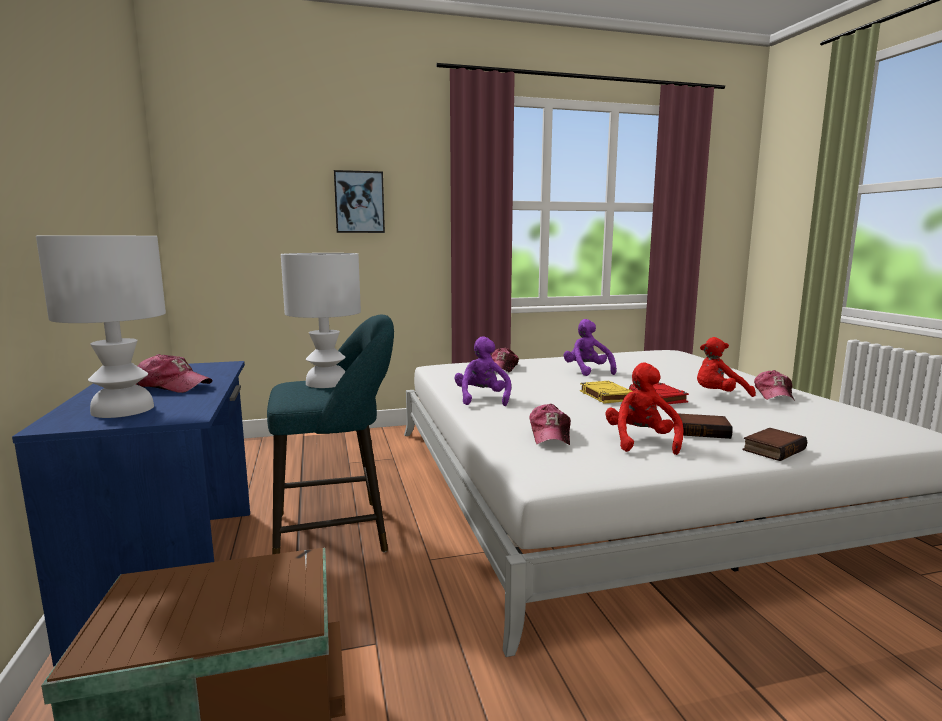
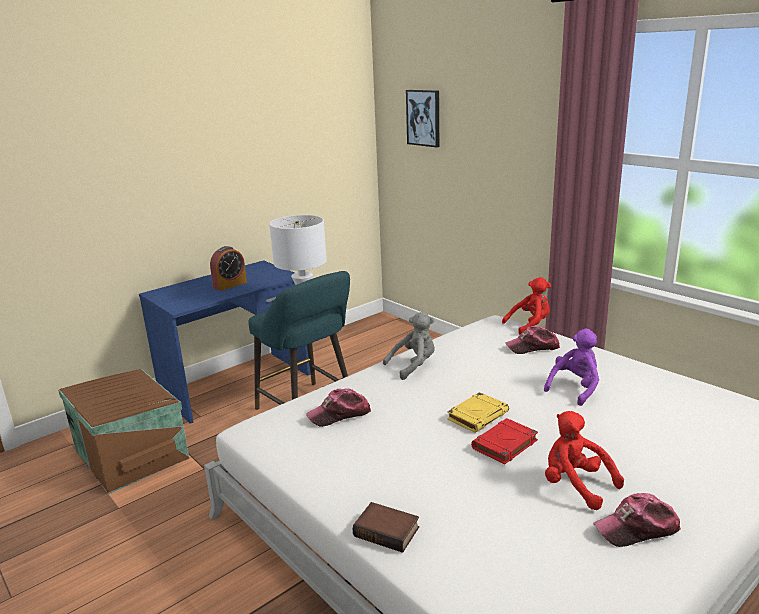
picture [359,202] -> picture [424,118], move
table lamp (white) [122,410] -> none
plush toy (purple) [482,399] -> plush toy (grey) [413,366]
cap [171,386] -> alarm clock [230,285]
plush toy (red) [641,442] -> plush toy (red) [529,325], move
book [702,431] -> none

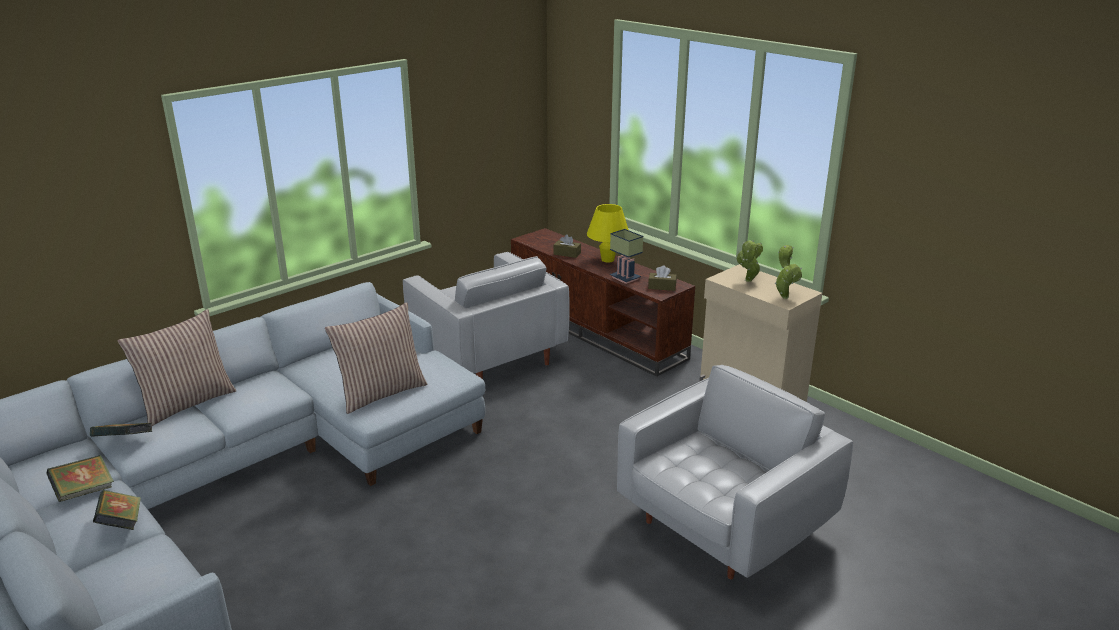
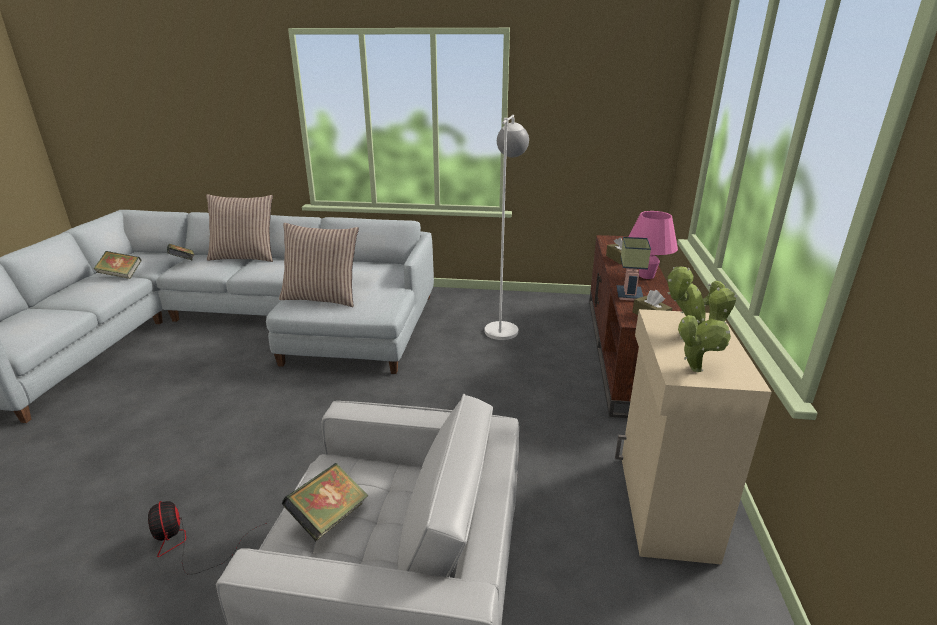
table lamp (yellow) [607,260] -> table lamp (pink) [646,276]
armchair (white) [486,355] -> floor lamp (white) [503,326]
book [121,524] -> book [329,517], move
none -> fan [188,544]

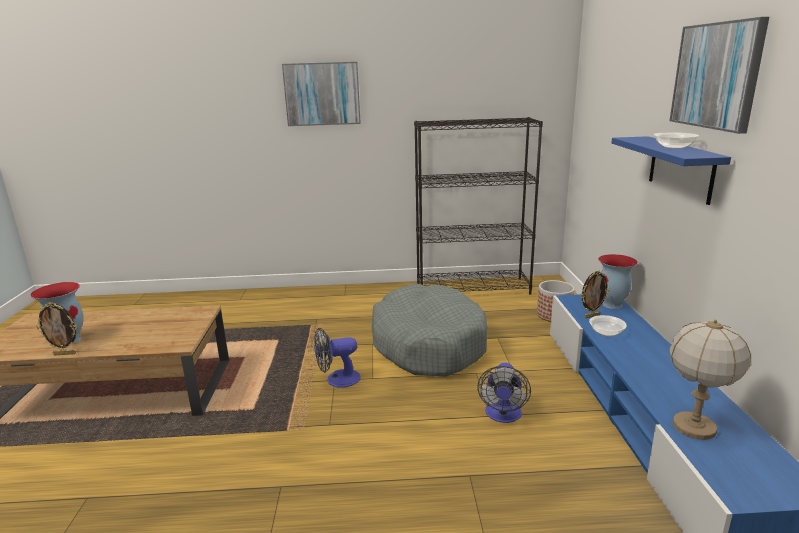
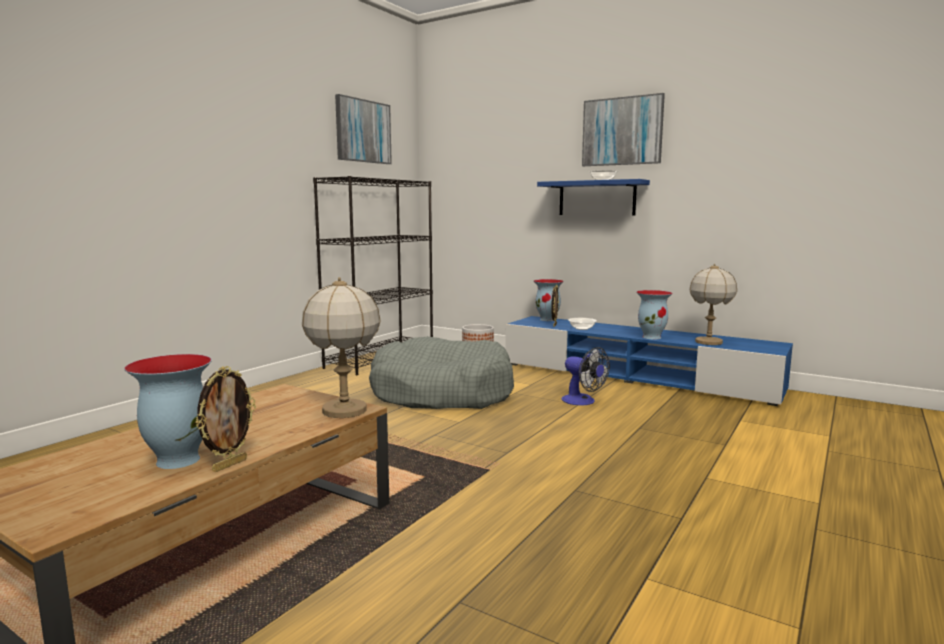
picture [322,94] -> picture [363,131], move
fan [337,379] -> none
none -> table lamp [344,411]
none -> vase [652,337]

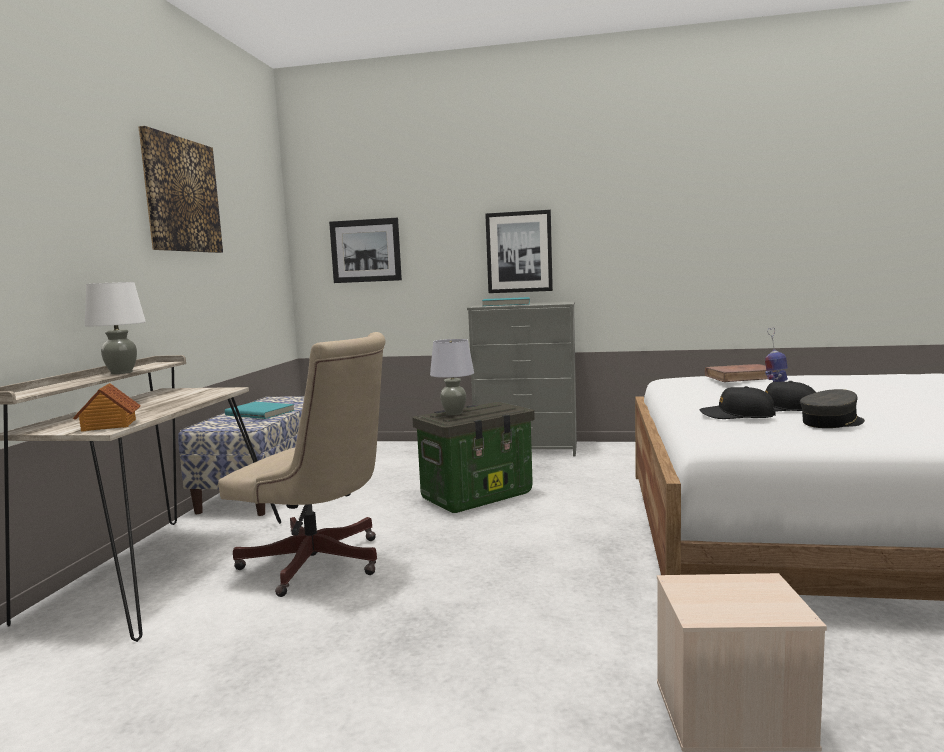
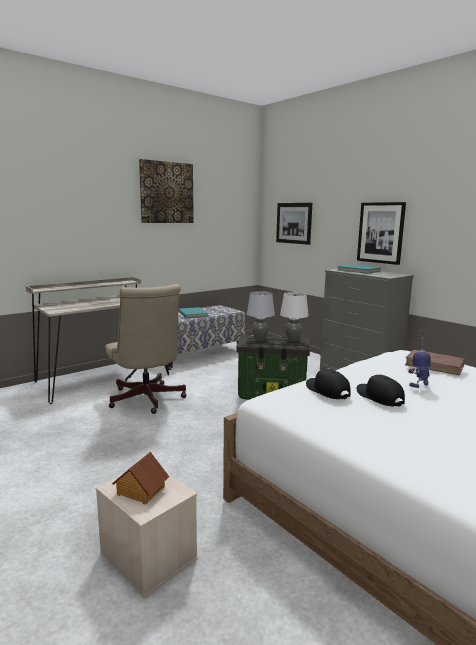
table lamp (white) [121,372] -> table lamp (white) [293,340], move
toy house [109,425] -> toy house [140,490], move
cap (grey) [831,422] -> none

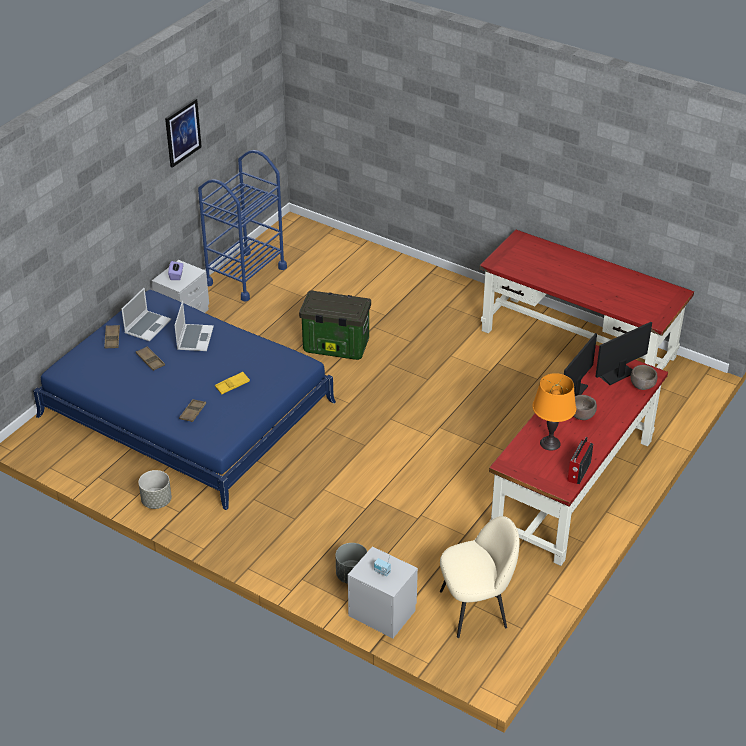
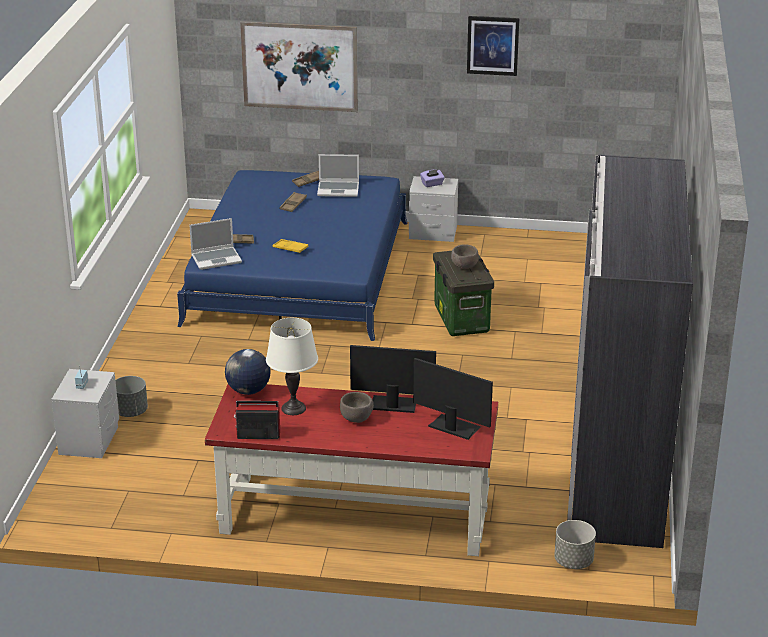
cart (blue) [245,276] -> none
desk (red) [578,343] -> wardrobe (grey) [617,466]
laptop [194,338] -> laptop [217,259], move
bowl (brown) [642,386] -> bowl (brown) [464,266], move
table lamp (orange) [550,443] -> table lamp (white) [293,408]
planter (grey) [156,501] -> planter (grey) [573,561], move
chair (beige) [475,608] -> none
none -> picture [299,66]
none -> globe [248,390]

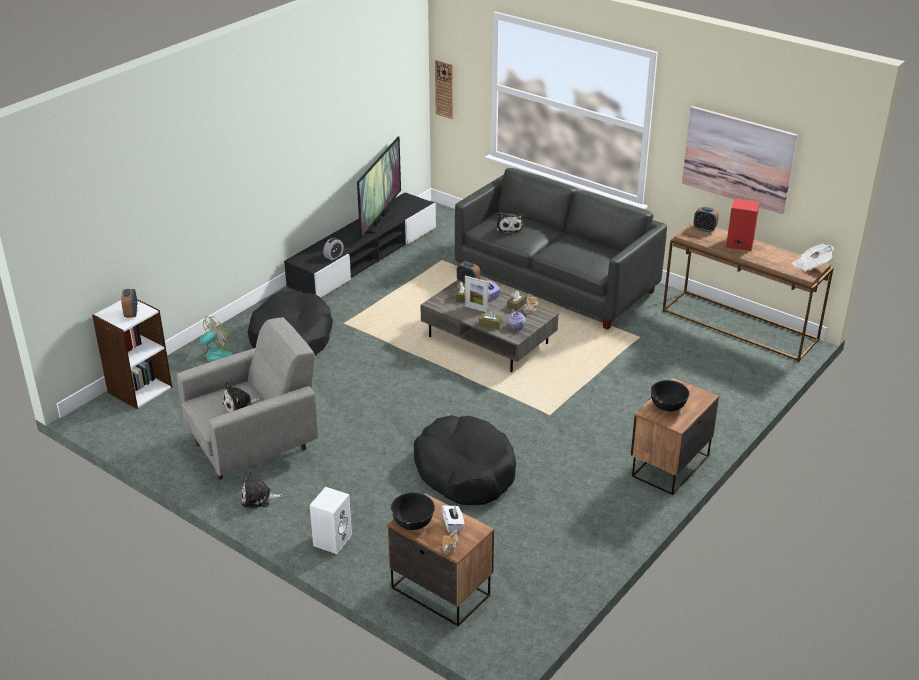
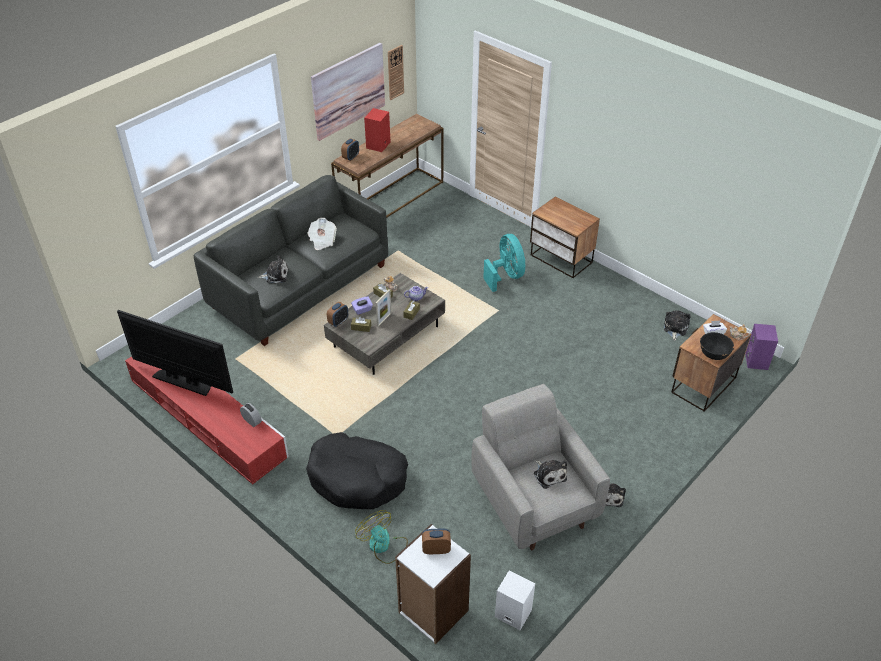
wall clock [444,89] -> wall clock [395,72], move
tv stand (black) [364,257] -> tv stand (red) [207,418]
newspaper [811,265] -> newspaper [322,240], move
bowl (black) [668,406] -> none
dog bed (black) [465,471] -> none
speaker (white) [332,539] -> speaker (white) [512,614], move
none -> fan (turquoise) [506,276]
none -> plush toy [675,328]
none -> speaker (purple) [757,361]

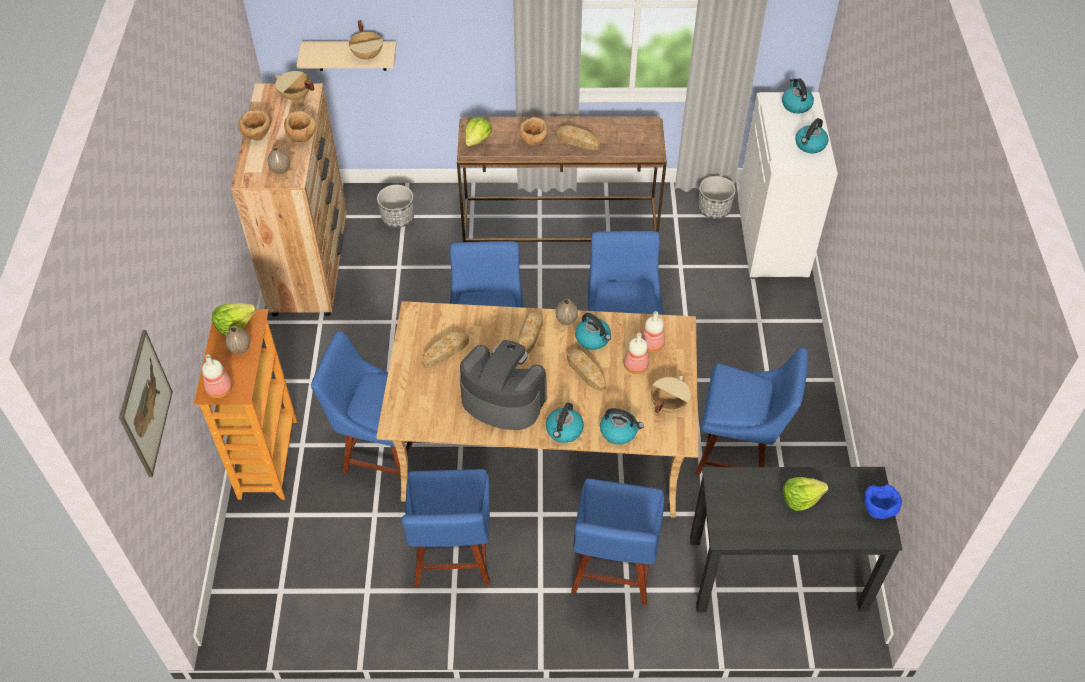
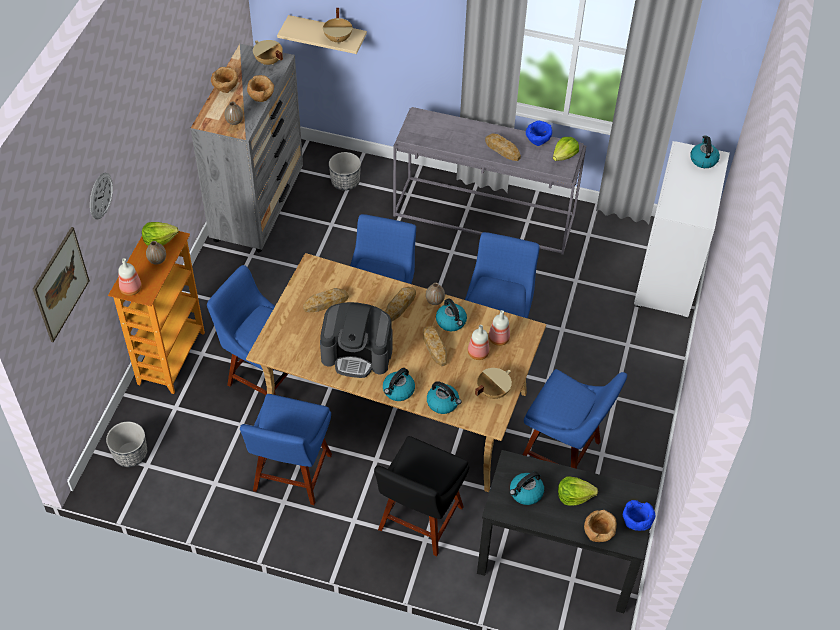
dresser (brown) [310,266] -> dresser (grey) [258,206]
console table (brown) [561,219] -> console table (grey) [485,215]
lettuce [477,140] -> lettuce [564,156], move
bowl (brown) [533,142] -> bowl (brown) [598,534], move
kettle [810,145] -> kettle [525,493], move
planter [713,209] -> planter [130,454], move
coffee machine [502,400] -> coffee machine [357,353], 150 degrees clockwise
chair (blue) [612,571] -> chair (black) [418,522]
none -> bowl (blue) [538,142]
none -> wall clock [101,196]

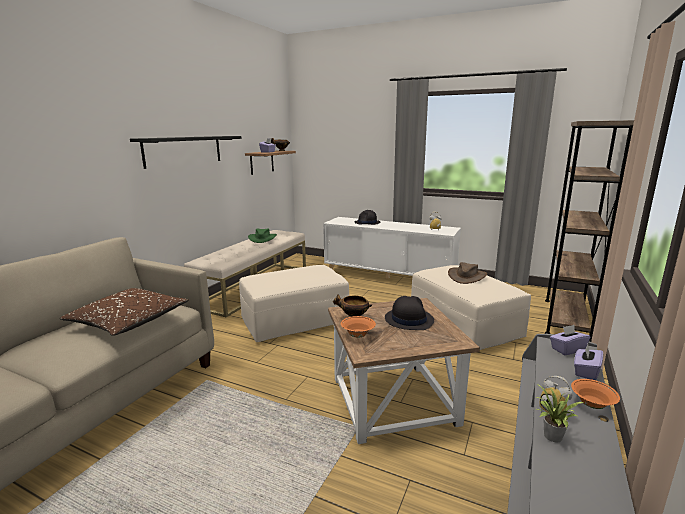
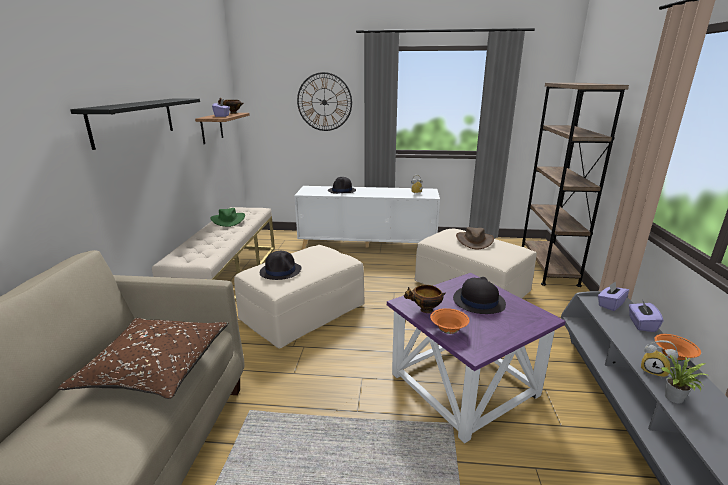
side table (brown) [392,401] -> side table (purple) [463,386]
none -> wall clock [324,102]
none -> hat (black) [281,271]

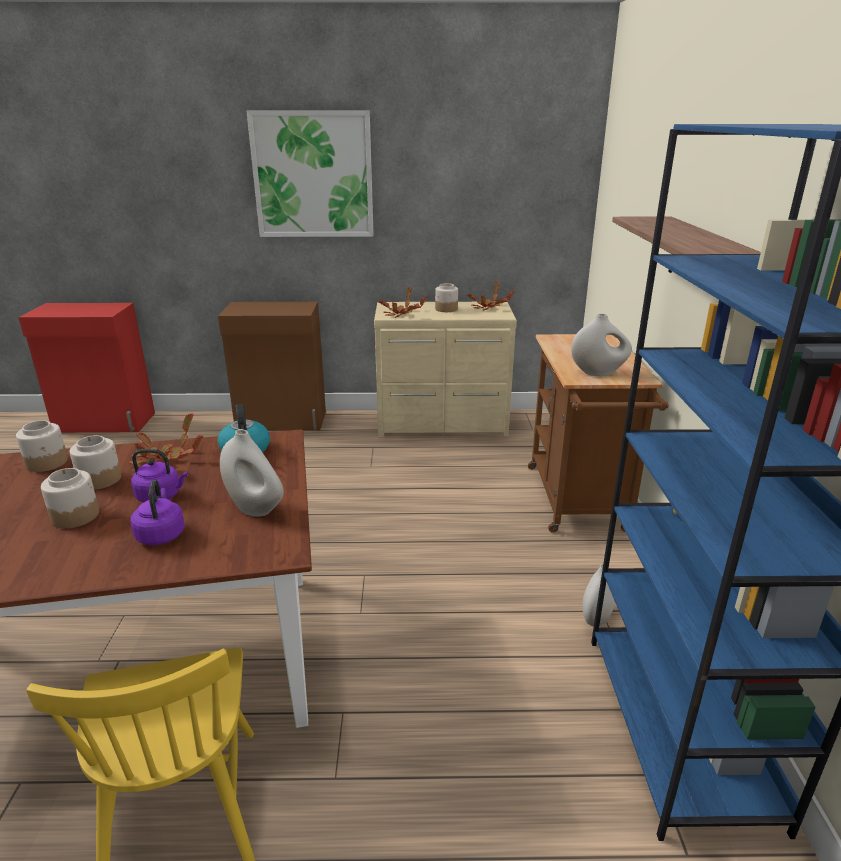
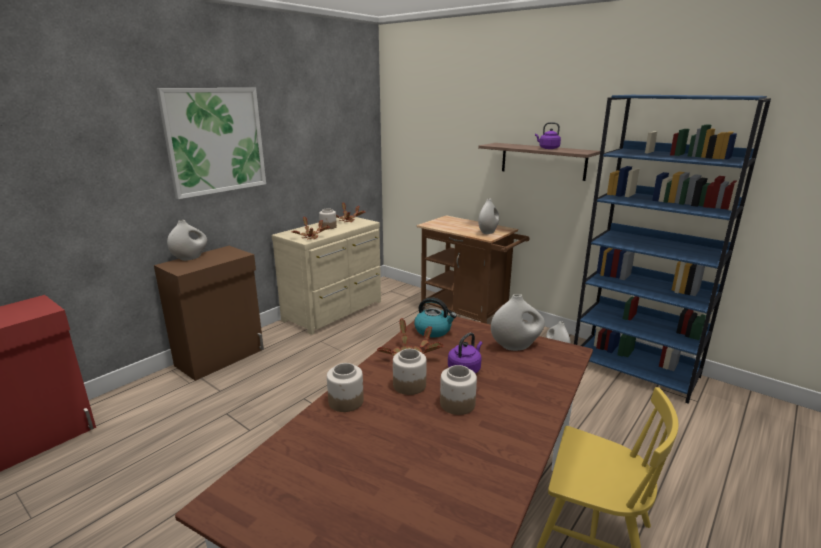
kettle (purple) [161,534] -> kettle (purple) [547,148], move
none -> vase (white) [190,258]

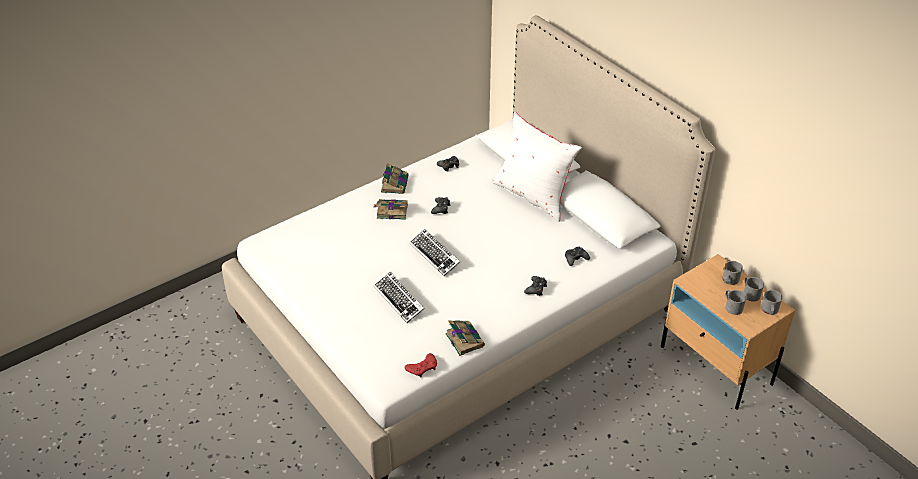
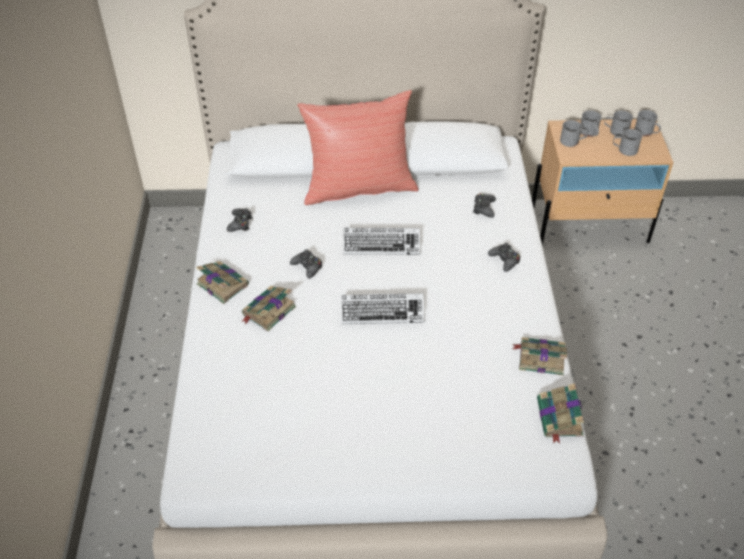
pillow (white) [533,196] -> pillow (red) [359,187]
keyboard [399,300] -> keyboard [381,245], move
game controller (red) [422,368] -> book [559,418]
none -> mug (grey) [572,141]

